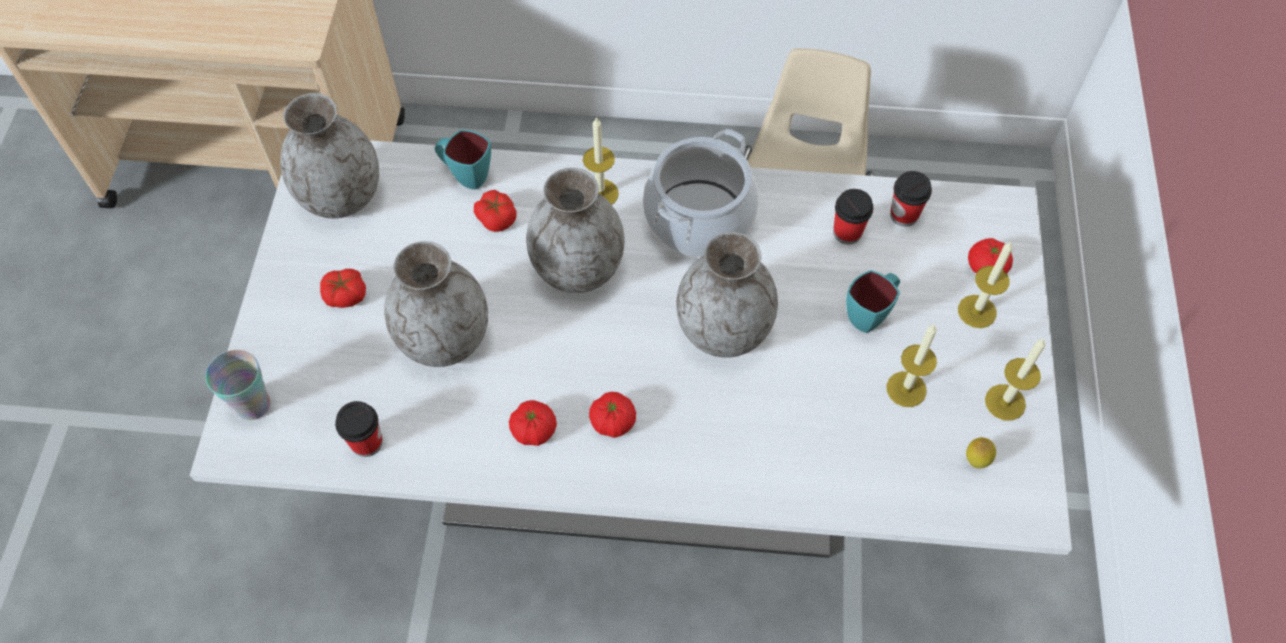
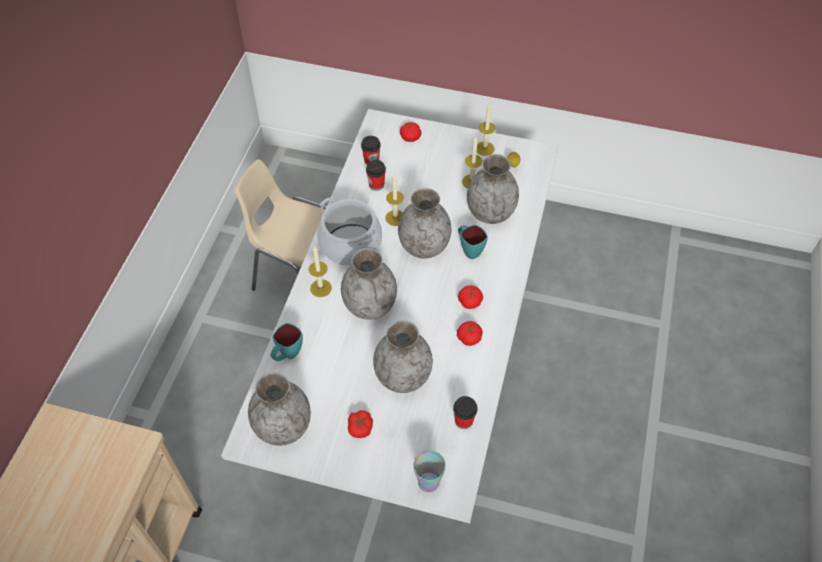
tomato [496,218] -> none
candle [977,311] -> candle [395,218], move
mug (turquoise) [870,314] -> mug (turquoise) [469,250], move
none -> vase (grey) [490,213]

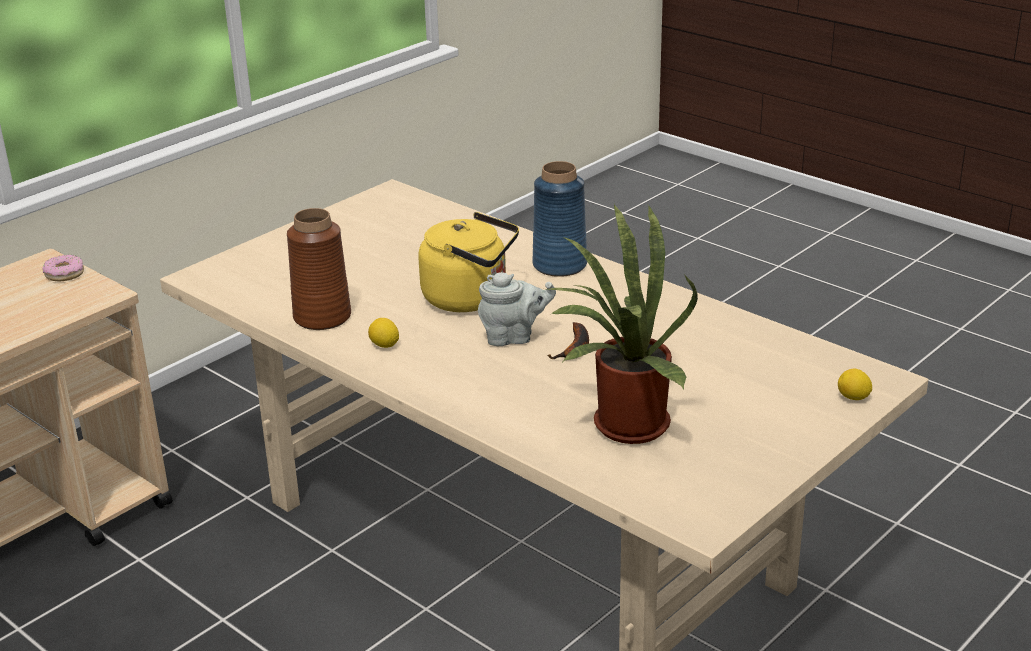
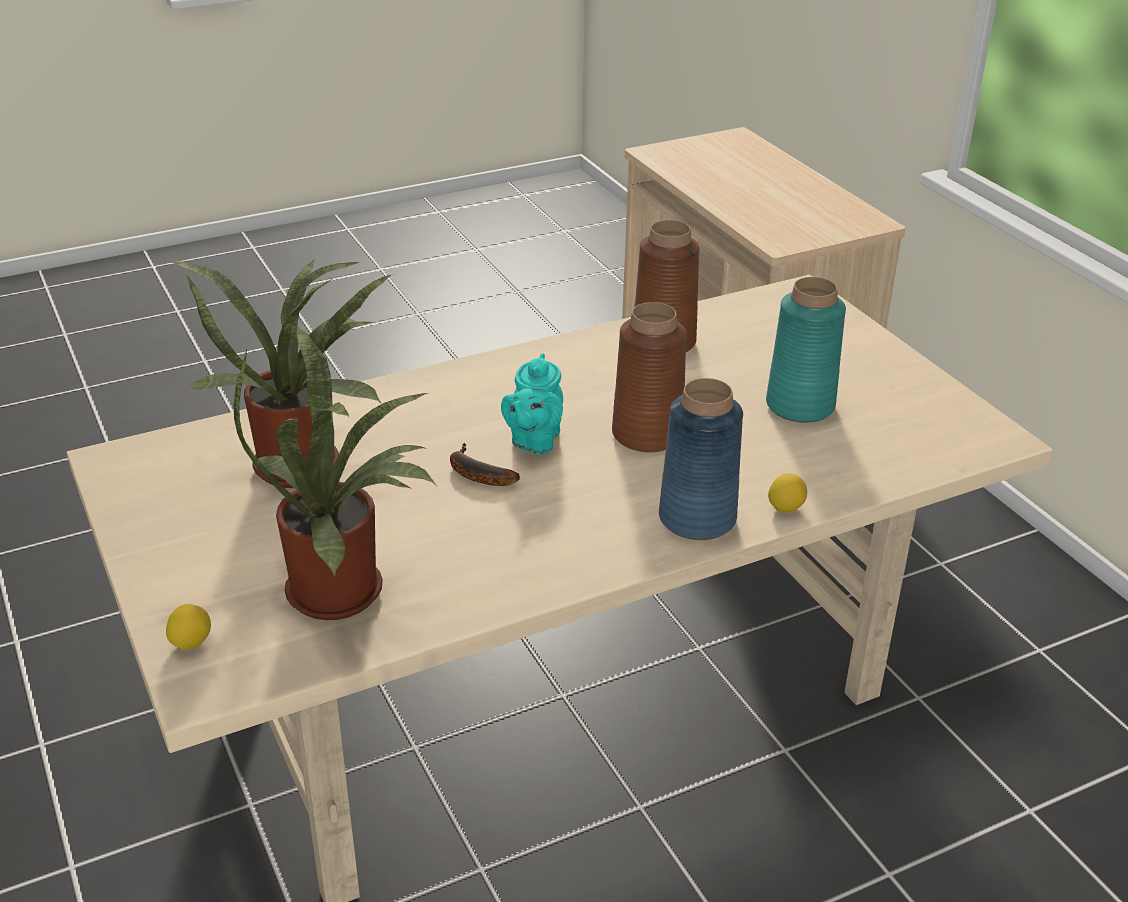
kettle (yellow) [470,298] -> vase (brown) [646,434]
donut [64,274] -> none
teapot (grey) [513,337] -> teapot (turquoise) [534,441]
lemon [384,345] -> lemon [785,508], move
none -> vase (turquoise) [799,405]
none -> potted plant [346,591]

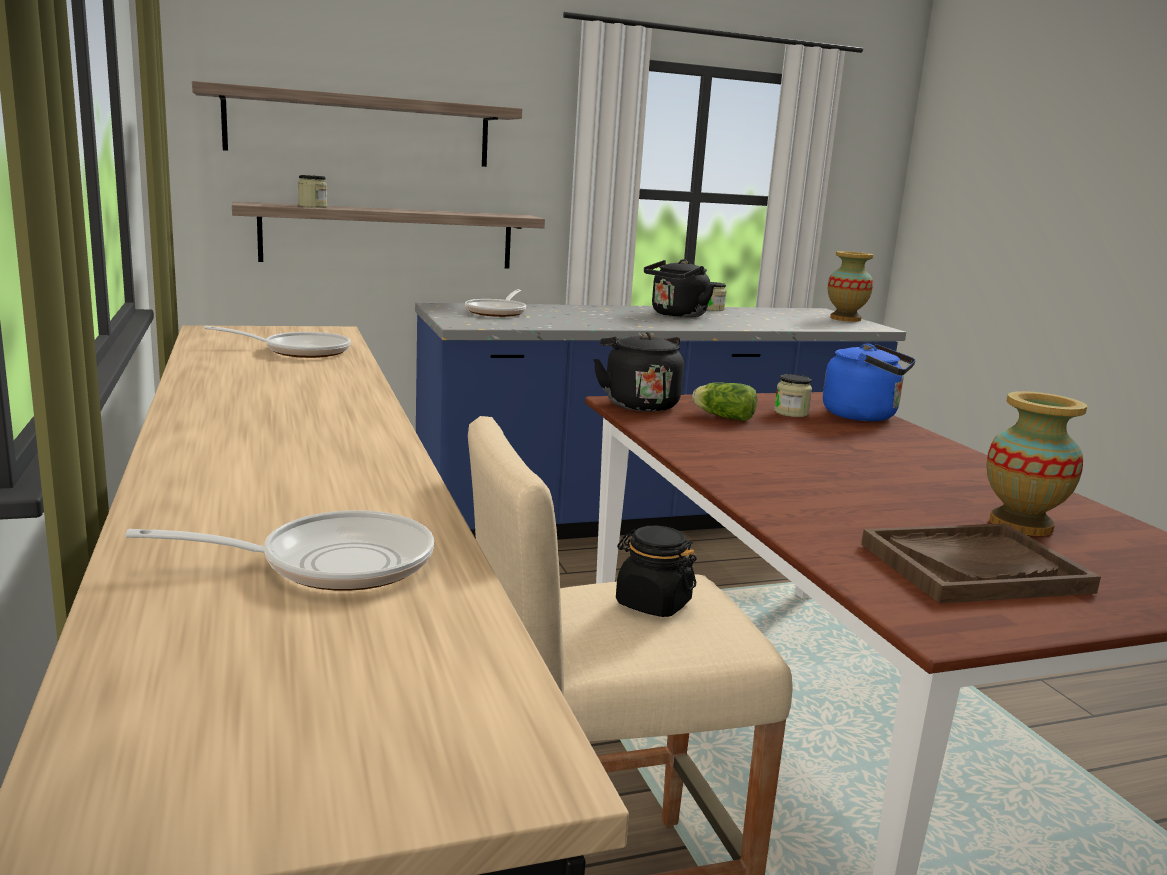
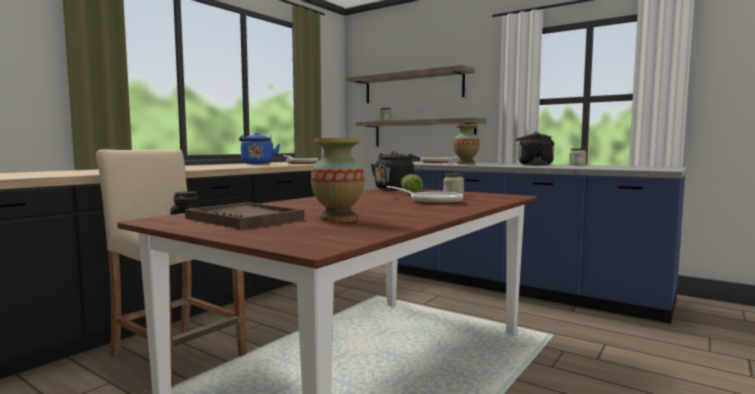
vase [845,319] -> vase [466,164], move
kettle (blue) [864,416] -> kettle (blue) [257,164], move
frying pan [332,563] -> frying pan [432,202], move

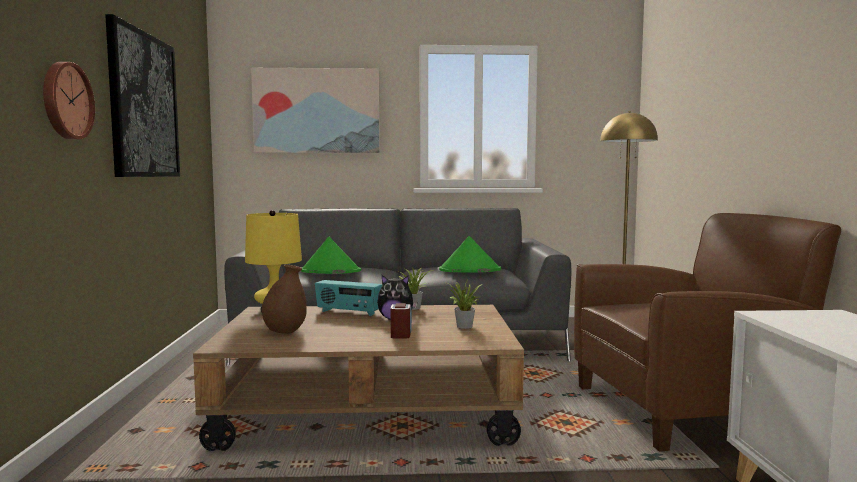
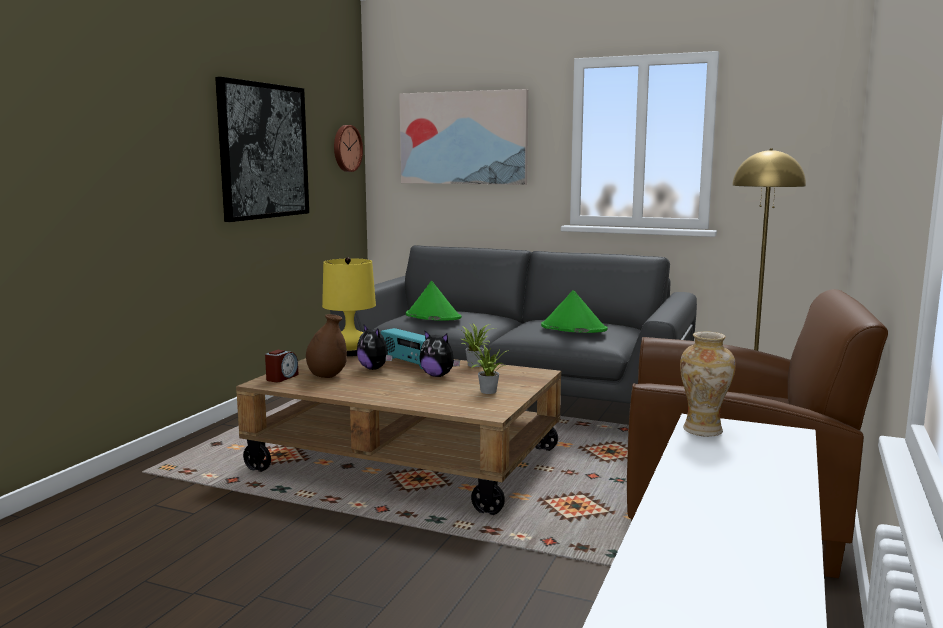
wall clock [65,101] -> wall clock [346,148], move
alarm clock [401,334] -> alarm clock [282,377], move
none -> plush toy [374,368]
none -> vase [703,431]

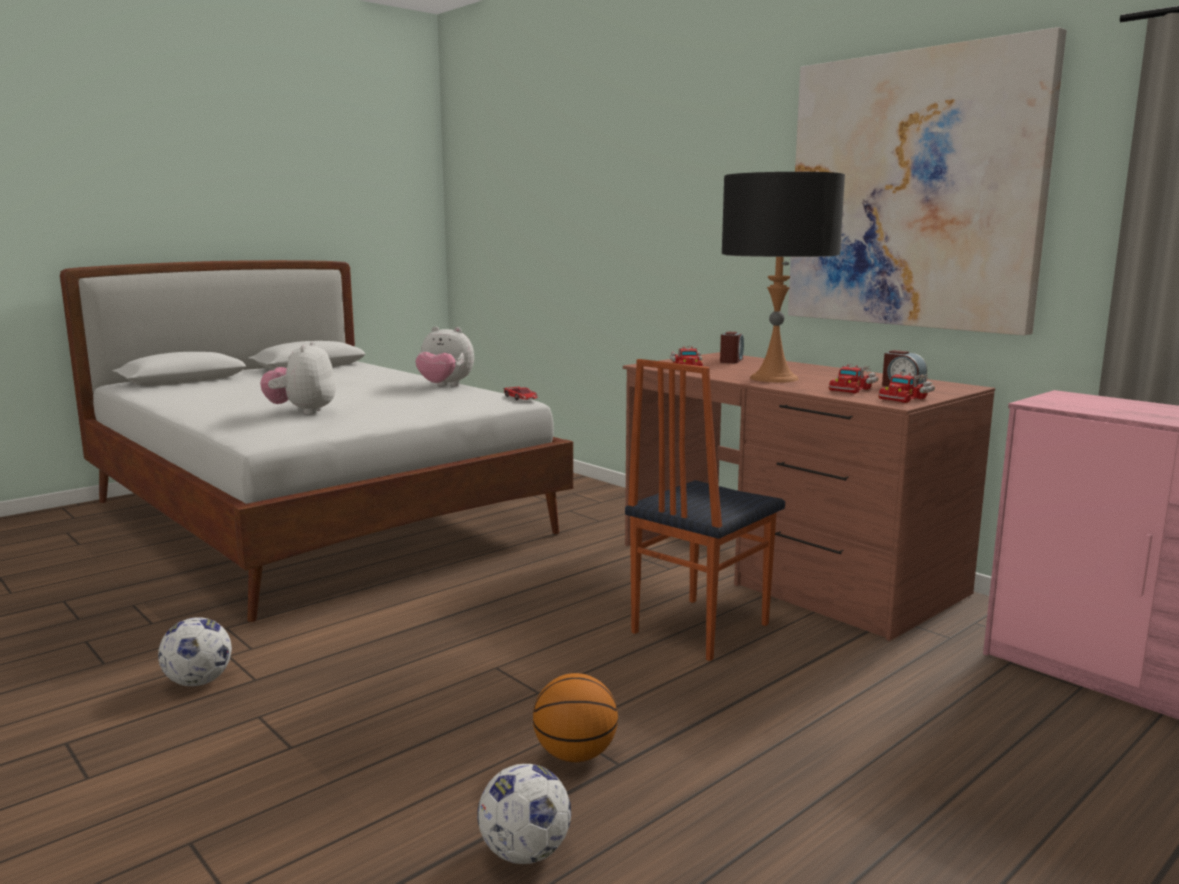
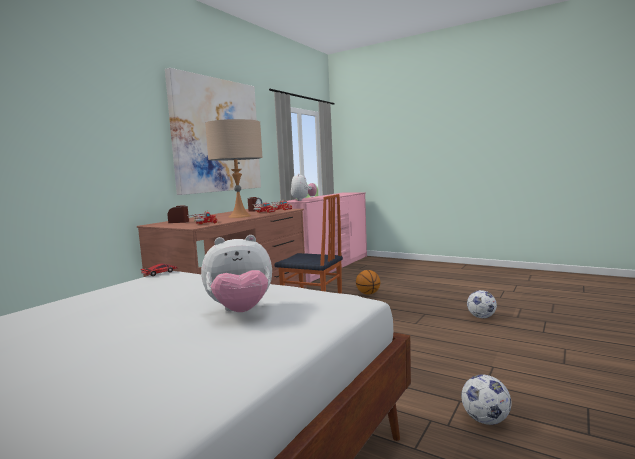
table lamp (black) [774,378] -> table lamp (beige) [239,216]
plush toy [445,386] -> plush toy [303,200], move
basketball [576,755] -> basketball [368,293], move

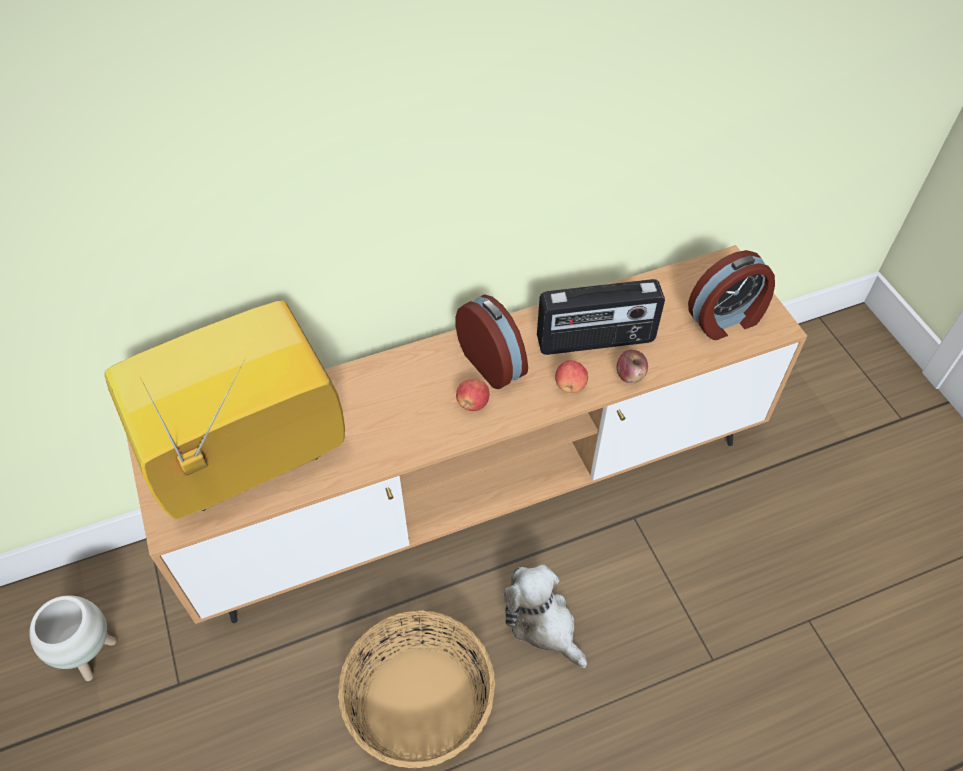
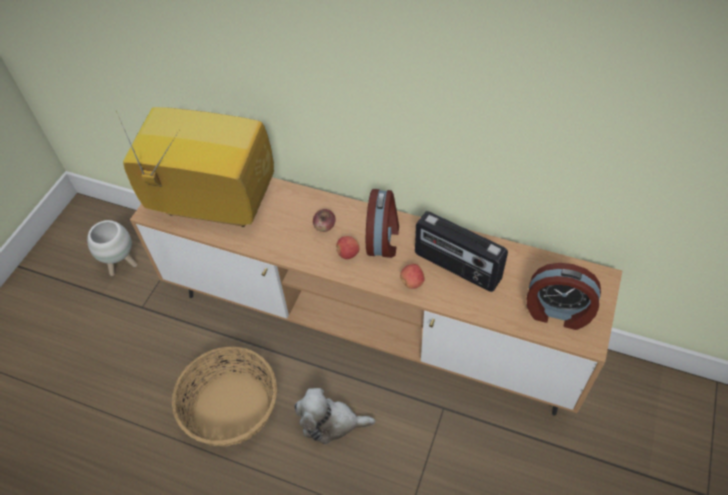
apple [630,375] -> apple [324,227], move
plush toy [543,623] -> plush toy [331,422], 90 degrees counterclockwise

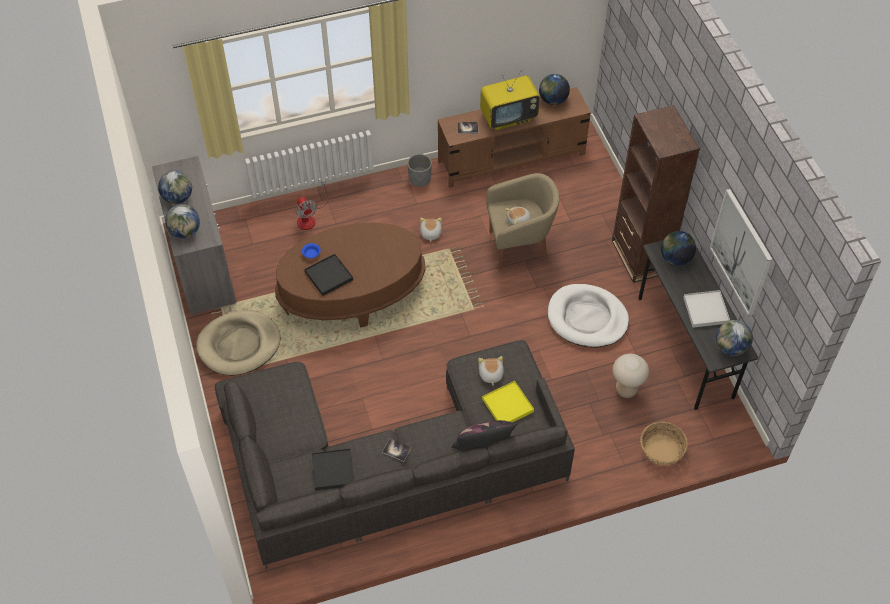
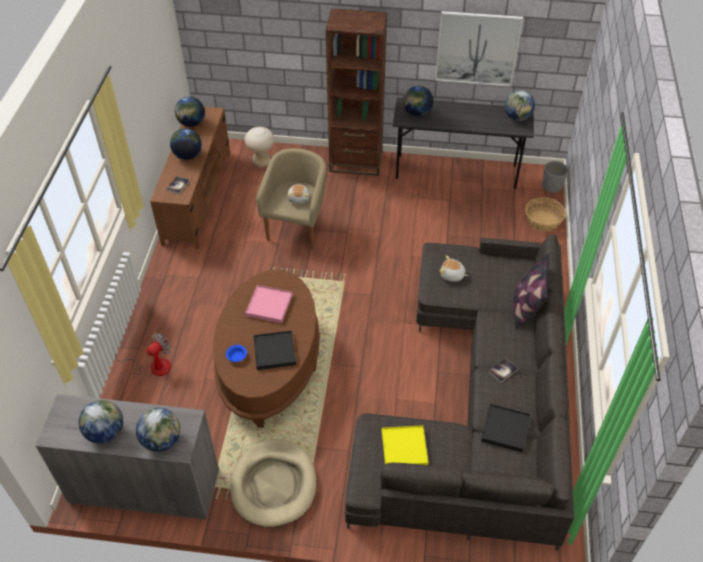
television [509,117] -> globe [187,155]
planter (grey) [419,179] -> planter (grey) [551,186], move
fan [309,218] -> fan [153,367], 45 degrees counterclockwise
plush toy [430,233] -> none
dog bed (white) [587,318] -> none
tray (white) [705,310] -> none
stool (beige) [626,390] -> stool (beige) [262,162], move
tray (yellow) [508,405] -> tray (yellow) [404,448], move
none -> tray (pink) [269,305]

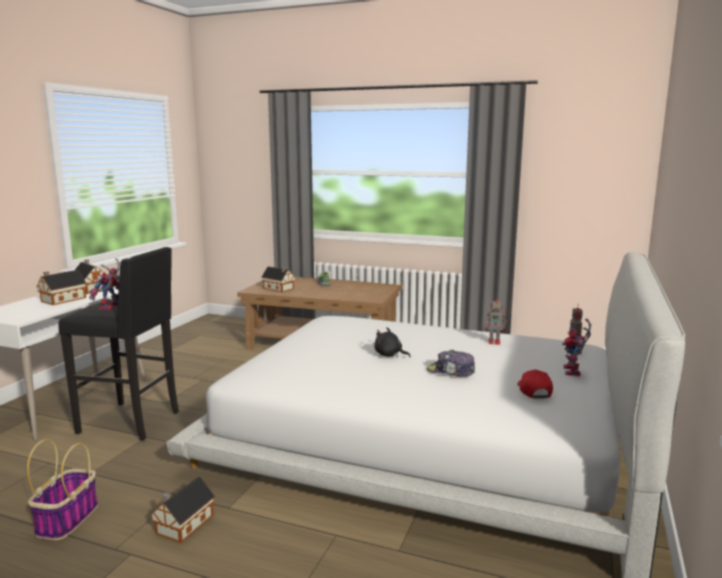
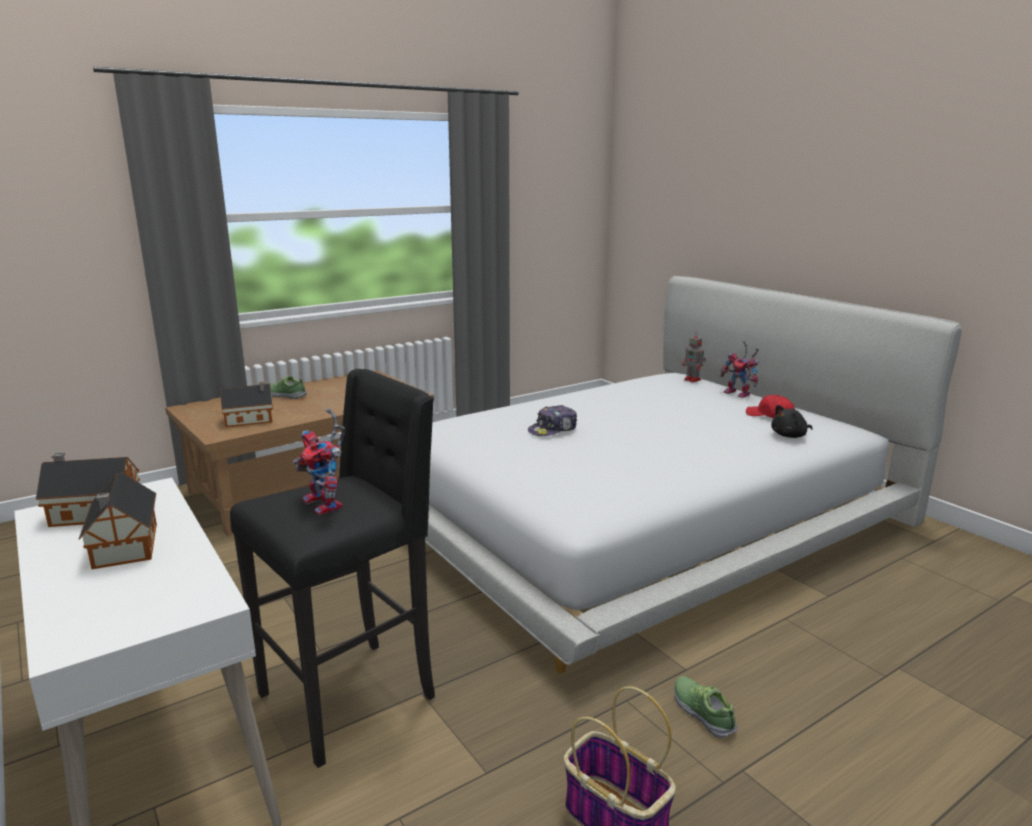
toy robot [495,342] -> none
plush toy (black) [389,355] -> plush toy (black) [790,436], move
cap [451,372] -> cap [553,430], move
toy house [183,525] -> shoe [703,712]

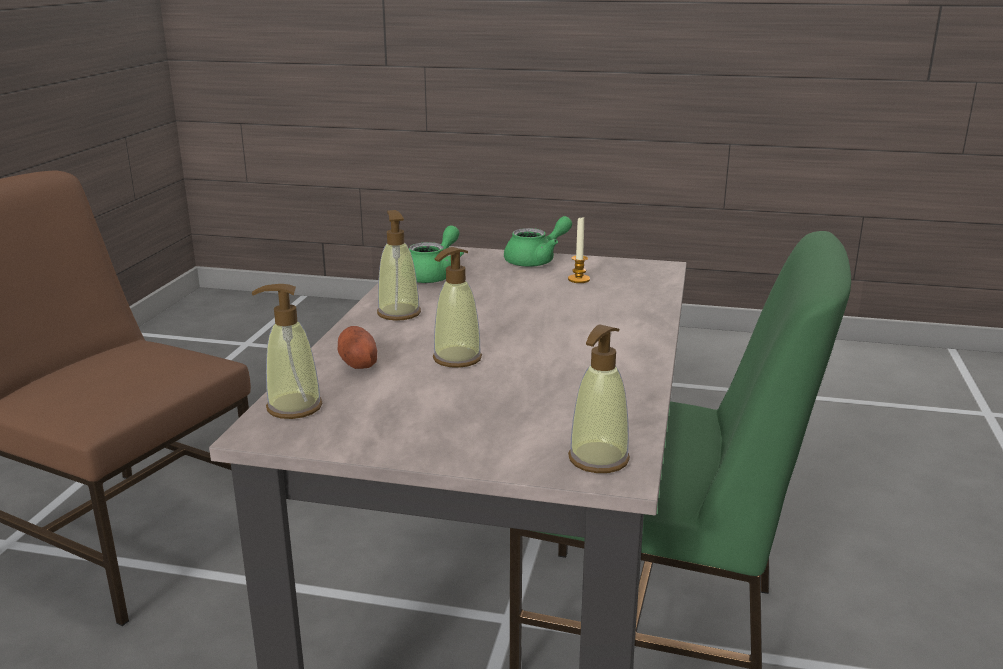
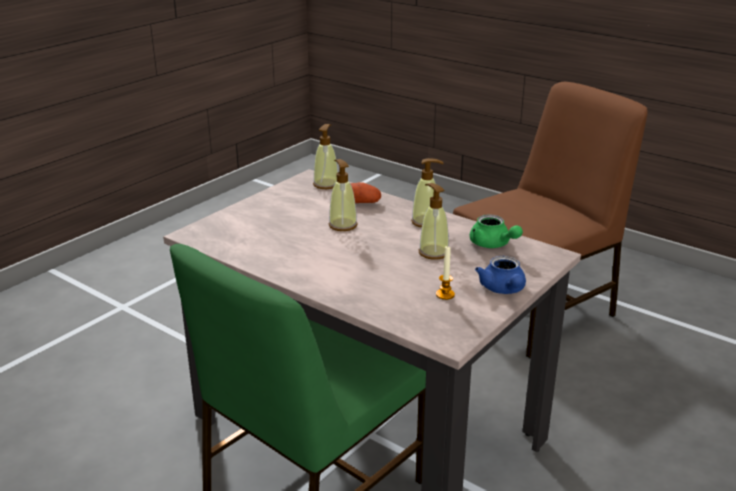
teapot (green) [537,260] -> teapot (blue) [503,290]
soap dispenser [598,459] -> soap dispenser [433,252], move

